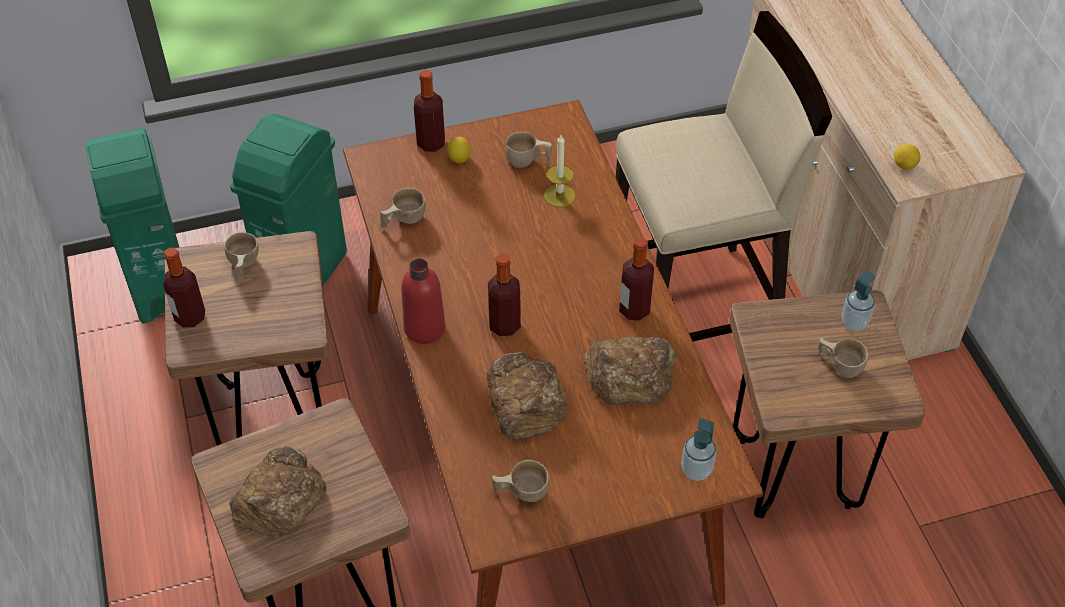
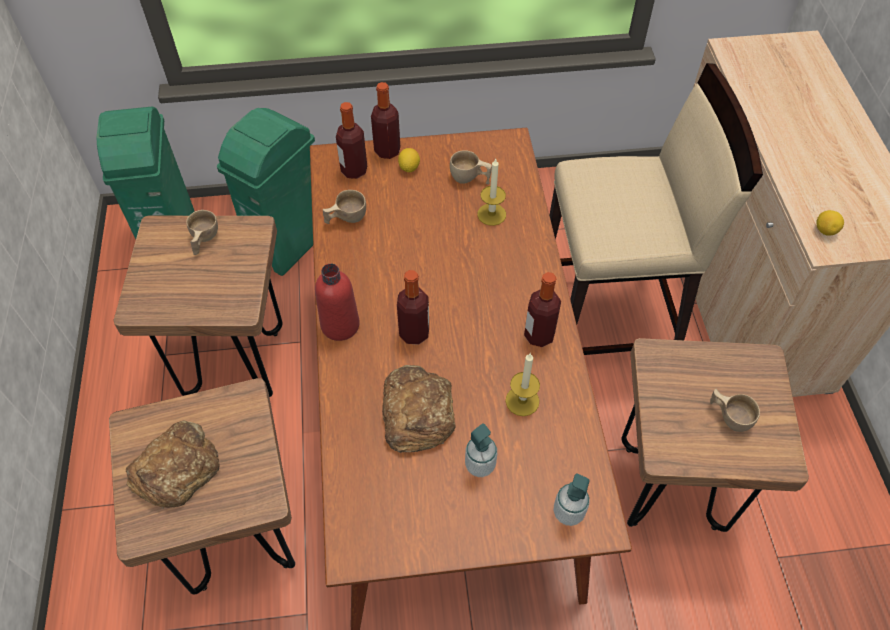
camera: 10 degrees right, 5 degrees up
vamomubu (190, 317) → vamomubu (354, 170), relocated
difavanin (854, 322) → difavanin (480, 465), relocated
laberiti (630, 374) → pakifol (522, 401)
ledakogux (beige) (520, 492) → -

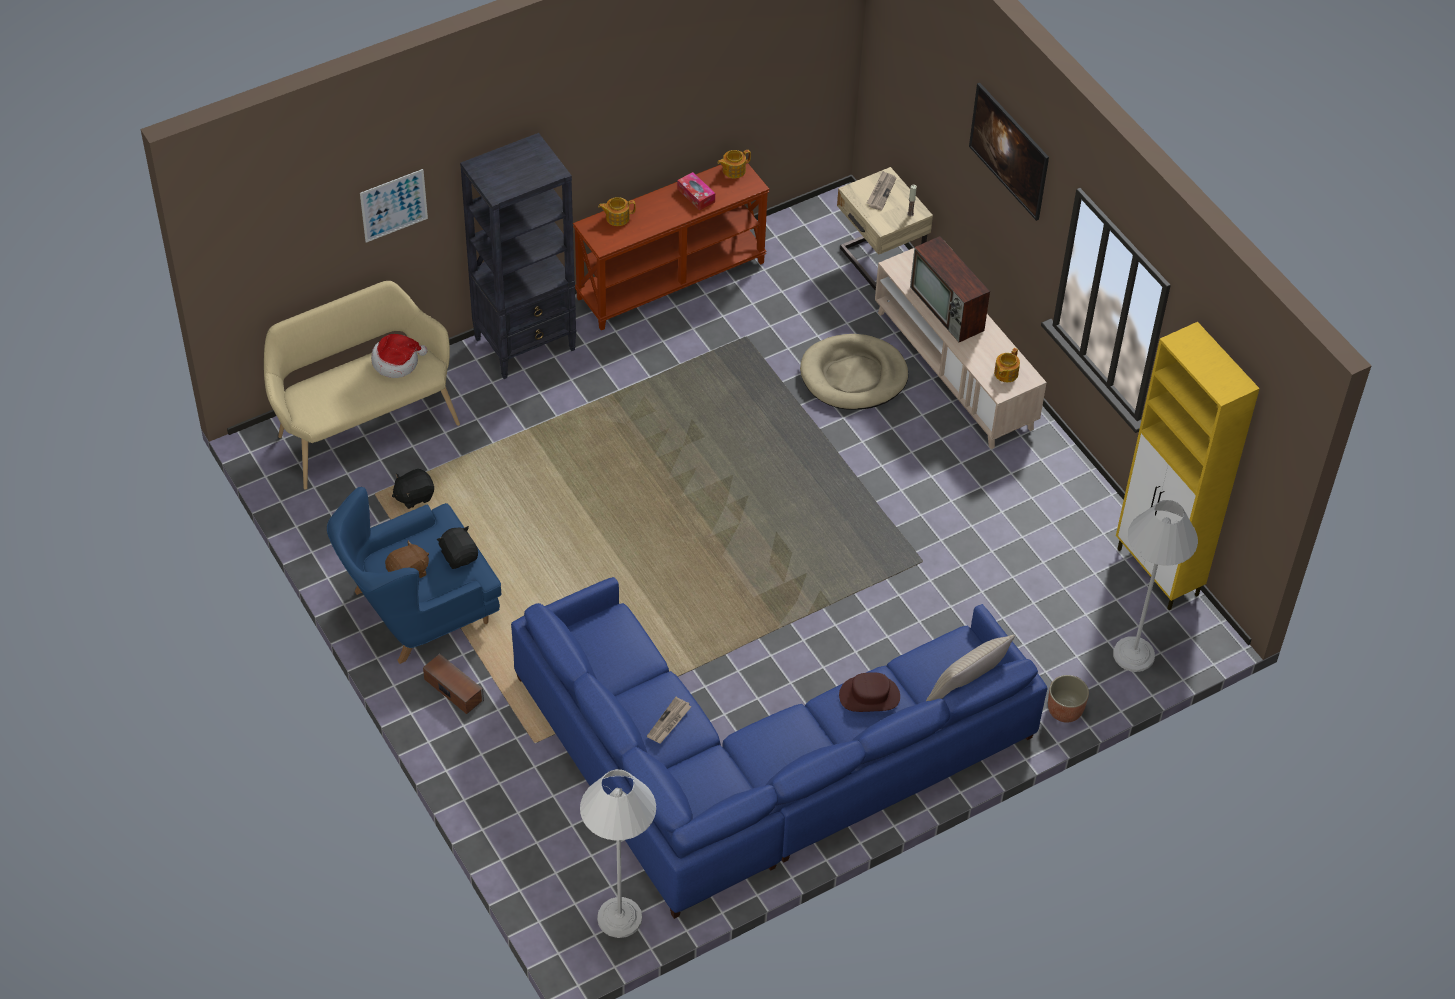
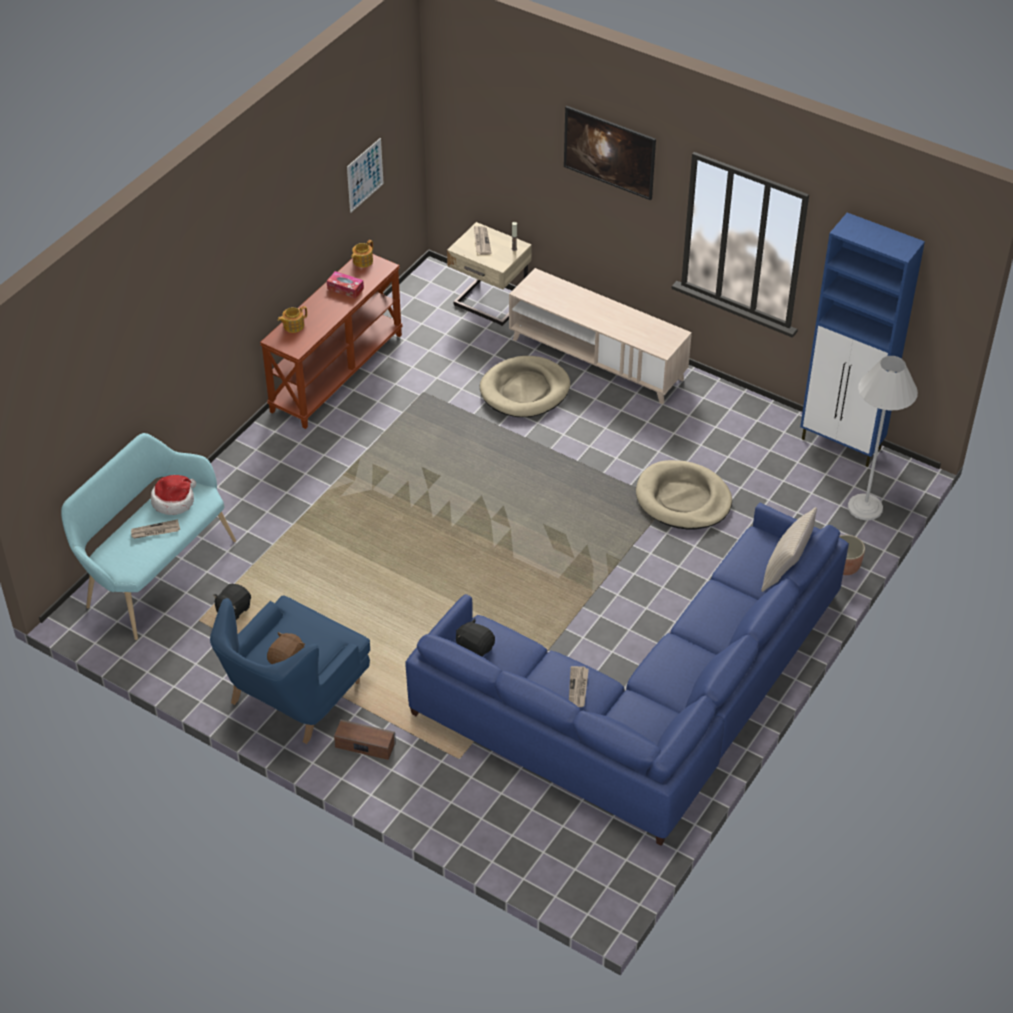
camera: 25 degrees left, 5 degrees down
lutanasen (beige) (363, 426) → lutanasen (turquoise) (155, 572)
- → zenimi (155, 531)
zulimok (394, 205) → zulimok (365, 175), relocated
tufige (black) (459, 556) → tufige (black) (475, 648), relocated
- → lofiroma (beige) (683, 499)
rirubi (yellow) (1158, 573) → rirubi (blue) (842, 444)
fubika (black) (526, 344) → -
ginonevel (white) (619, 918) → -
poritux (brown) (869, 696) → -
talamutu (948, 309) → -
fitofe (1005, 373) → -

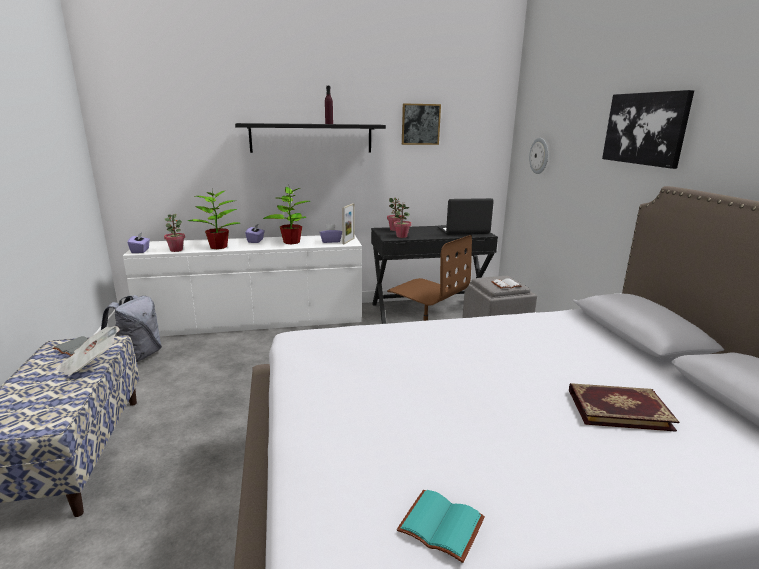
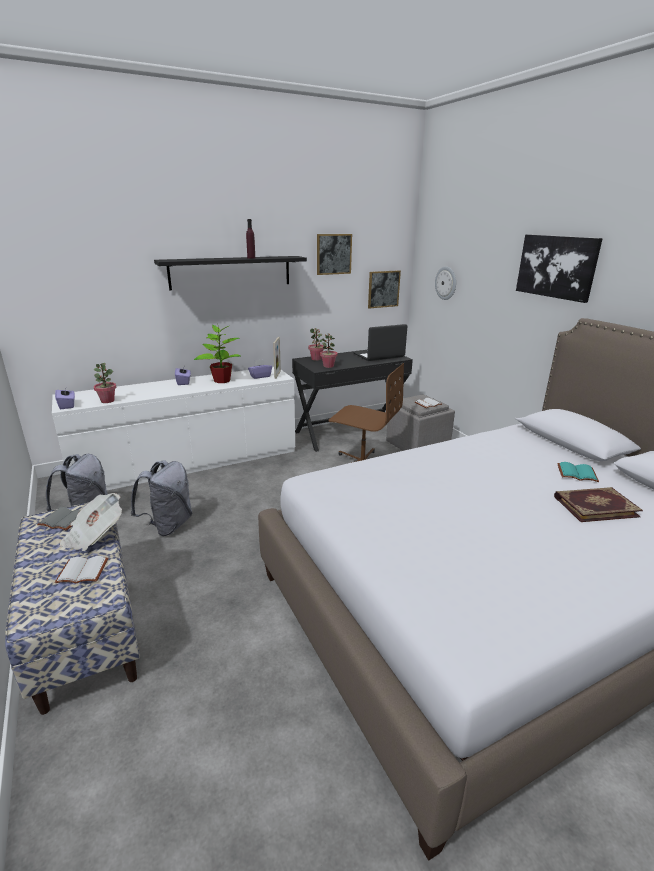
camera: 15 degrees left, 5 degrees up
- → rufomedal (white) (84, 570)
- → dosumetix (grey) (168, 525)
- → zulimok (383, 289)
rufomedal (turquoise) (443, 524) → rufomedal (turquoise) (577, 473), relocated
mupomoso (219, 247) → -

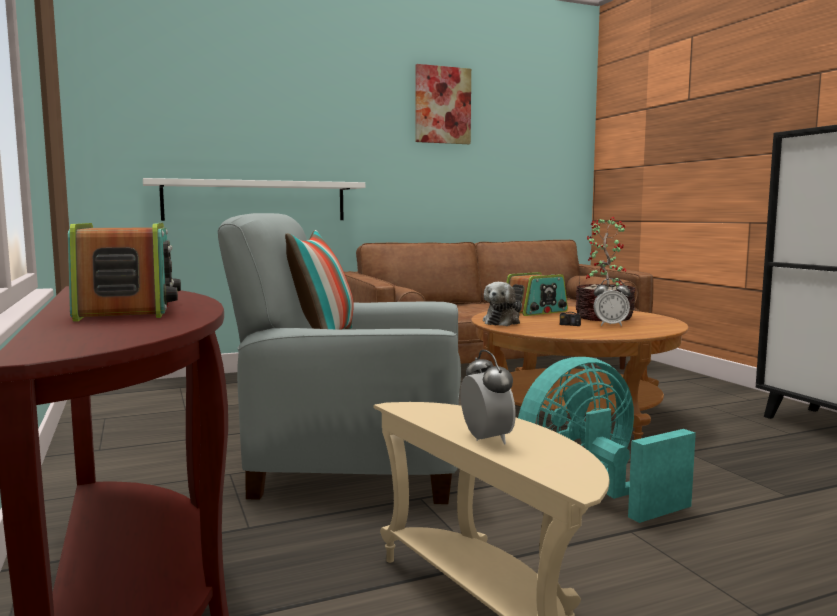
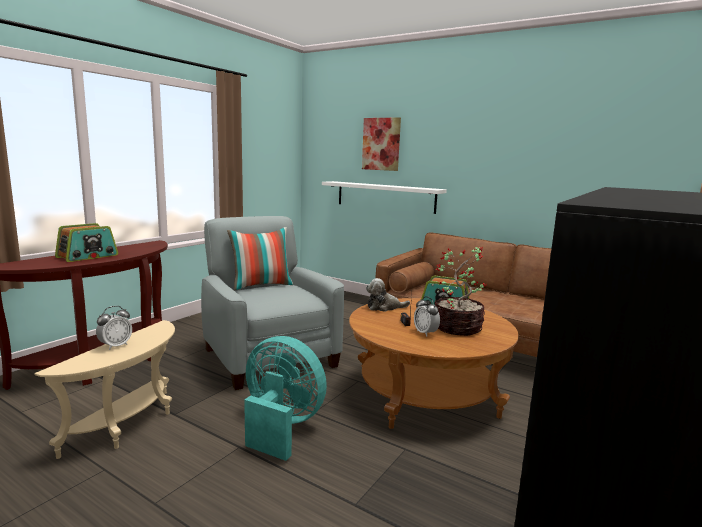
camera: 55 degrees right, 5 degrees up
zulimok (442, 105) → zulimok (381, 144), relocated

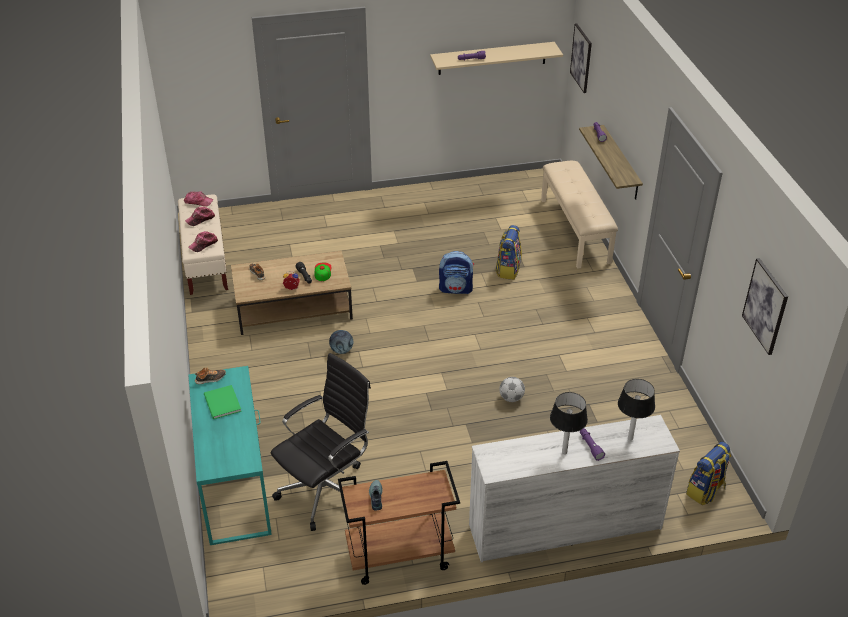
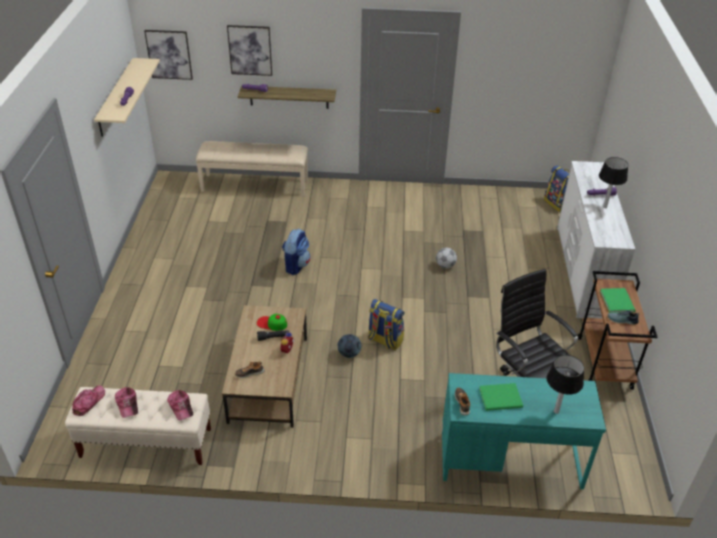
camera: 75 degrees left, 0 degrees up
zulimok (765, 306) → zulimok (250, 50), relocated
dosumetix (508, 269) → dosumetix (384, 340), relocated
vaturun (630, 438) → vaturun (556, 411), relocated
- → rufomedal (green) (617, 300)

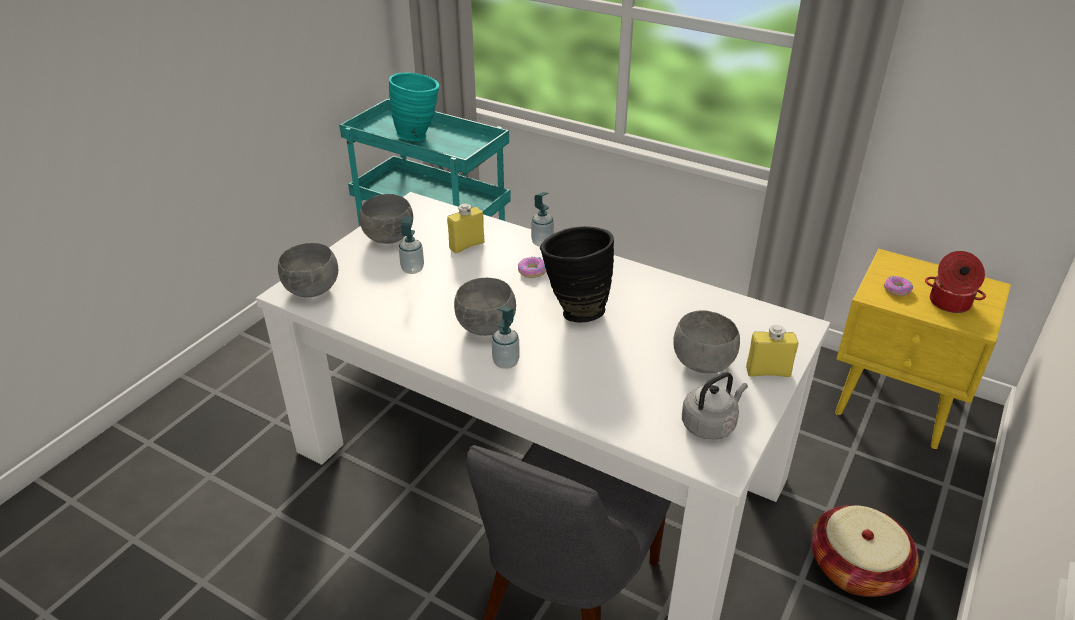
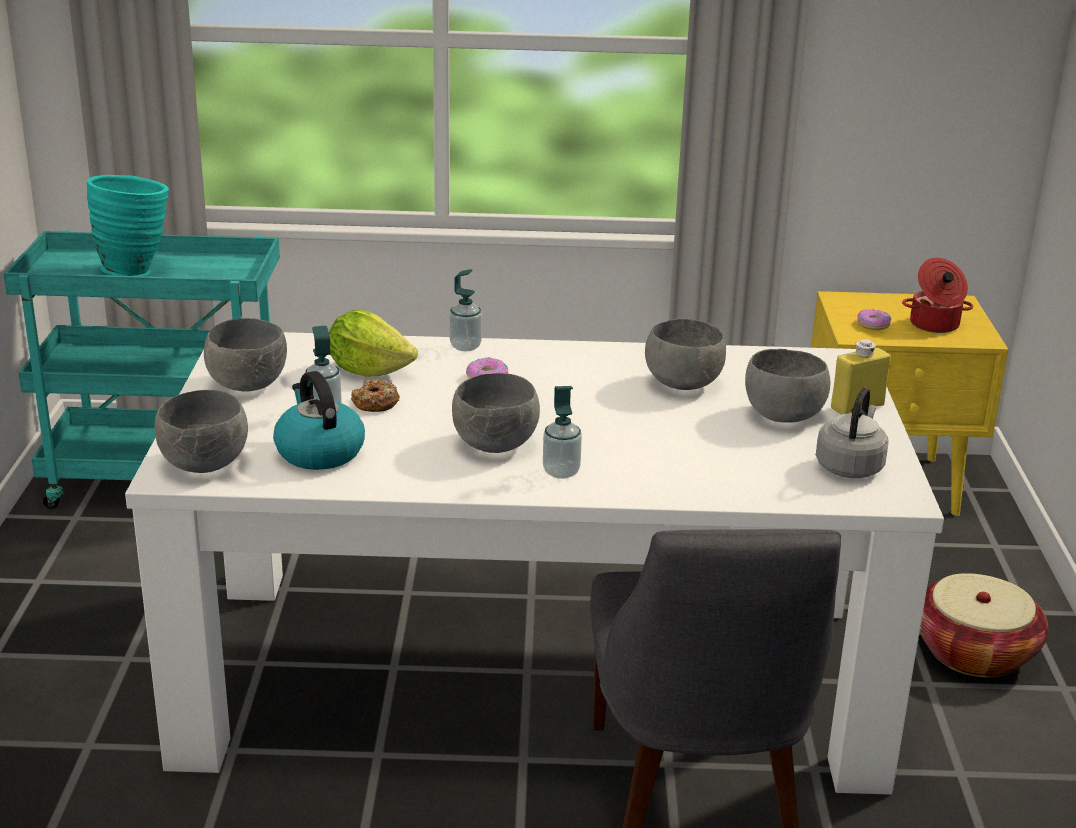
camera: 30 degrees left, 10 degrees down
- → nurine (318, 452)
vamomubu (yellow) (467, 245) → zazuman (369, 370)
- → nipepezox (375, 403)
- → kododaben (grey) (682, 383)
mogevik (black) (574, 310) → -

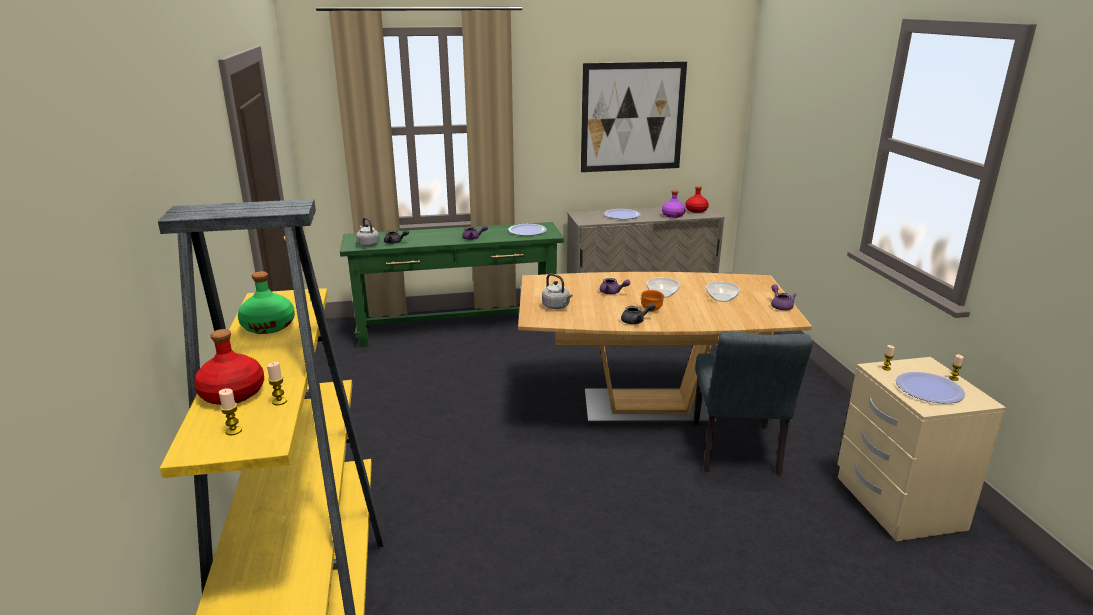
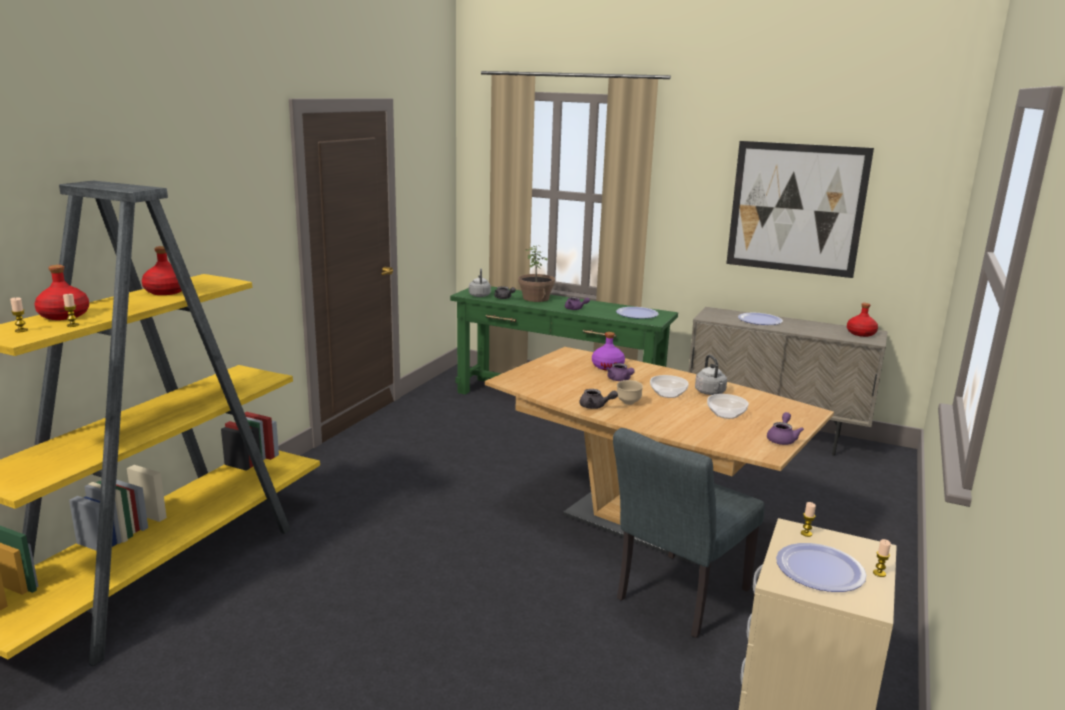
camera: 35 degrees right, 5 degrees down
vamomubu (green) (268, 326) → vamomubu (red) (166, 291)
- → mupomoso (536, 298)
vamomubu (purple) (673, 215) → vamomubu (purple) (607, 366), relocated
kododaben (orange) (651, 310) → kododaben (beige) (628, 403)
nurine (grey) (557, 306) → nurine (grey) (710, 393), relocated

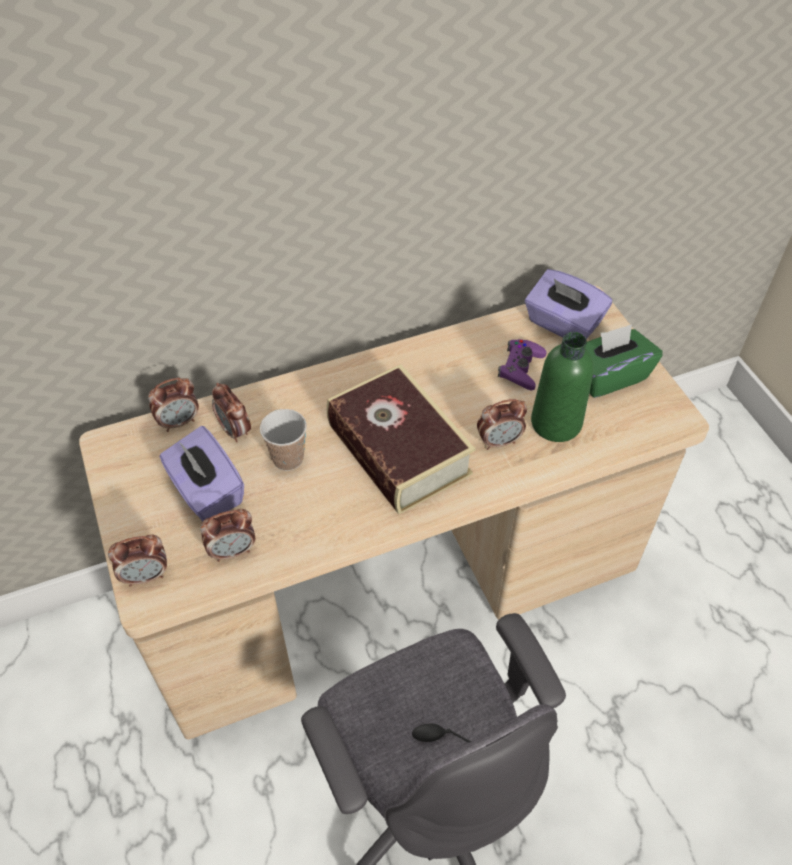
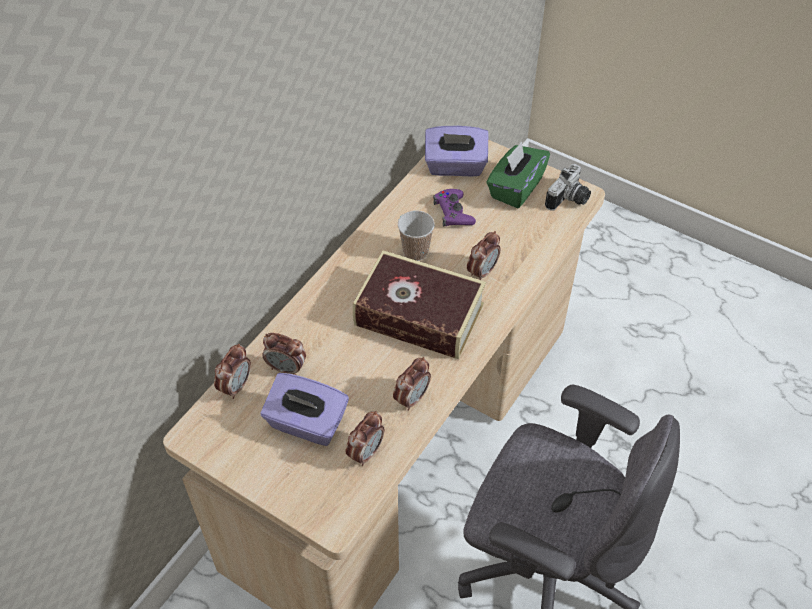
camera: 35 degrees left, 0 degrees up
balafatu (146, 576) → balafatu (412, 398), relocated
ledakogux (288, 459) → ledakogux (415, 252), relocated
- → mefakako (569, 200)
vamomubu (green) (556, 423) → -

